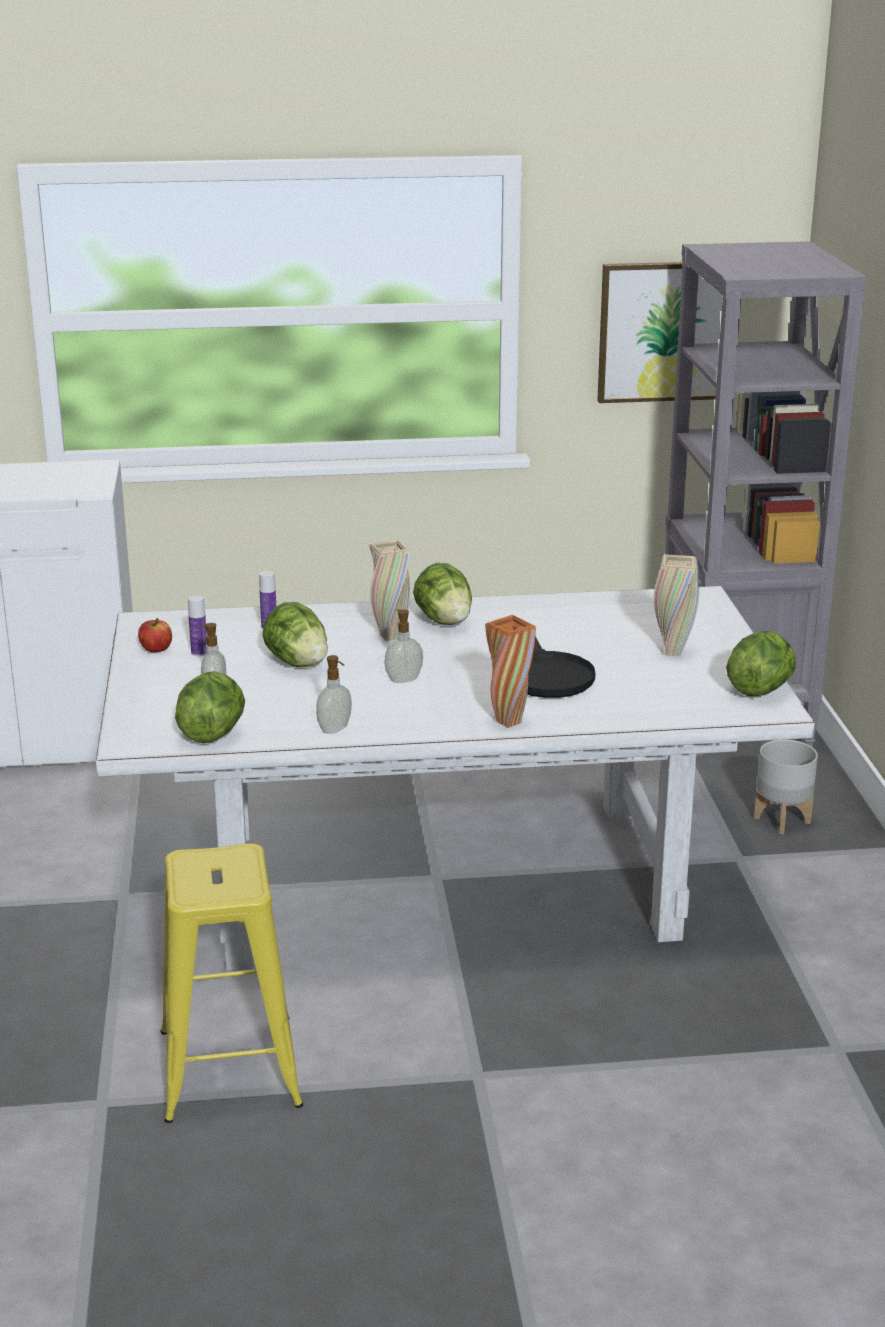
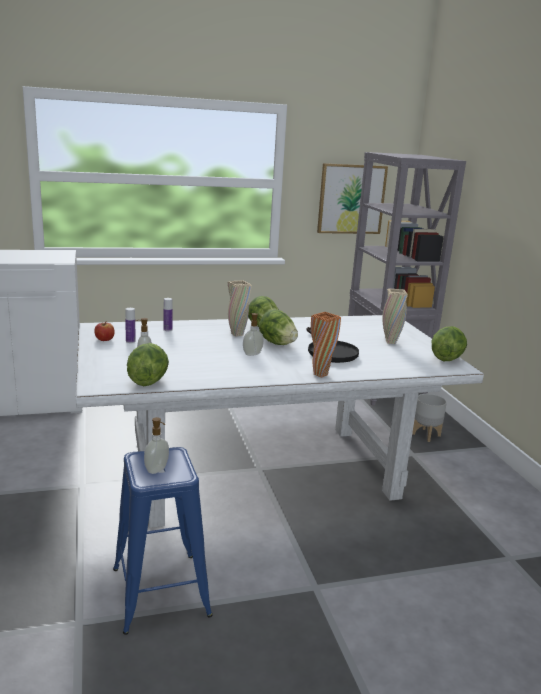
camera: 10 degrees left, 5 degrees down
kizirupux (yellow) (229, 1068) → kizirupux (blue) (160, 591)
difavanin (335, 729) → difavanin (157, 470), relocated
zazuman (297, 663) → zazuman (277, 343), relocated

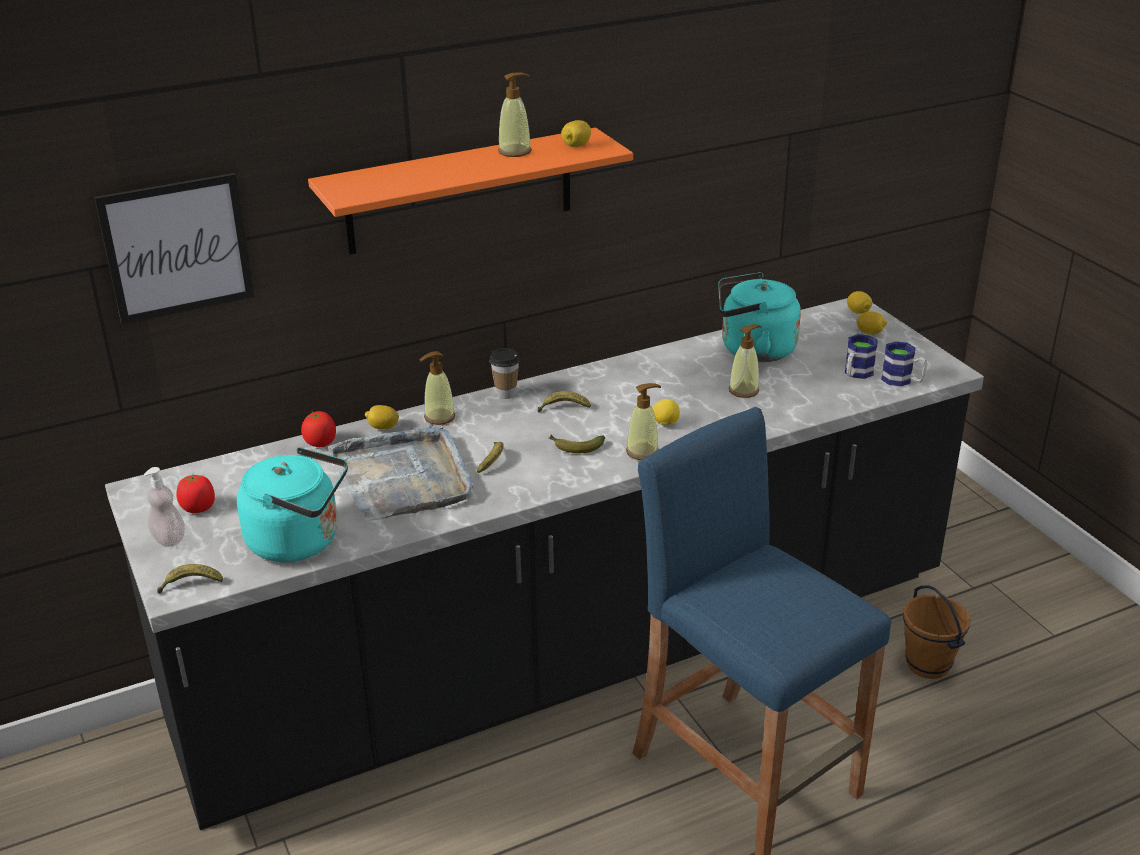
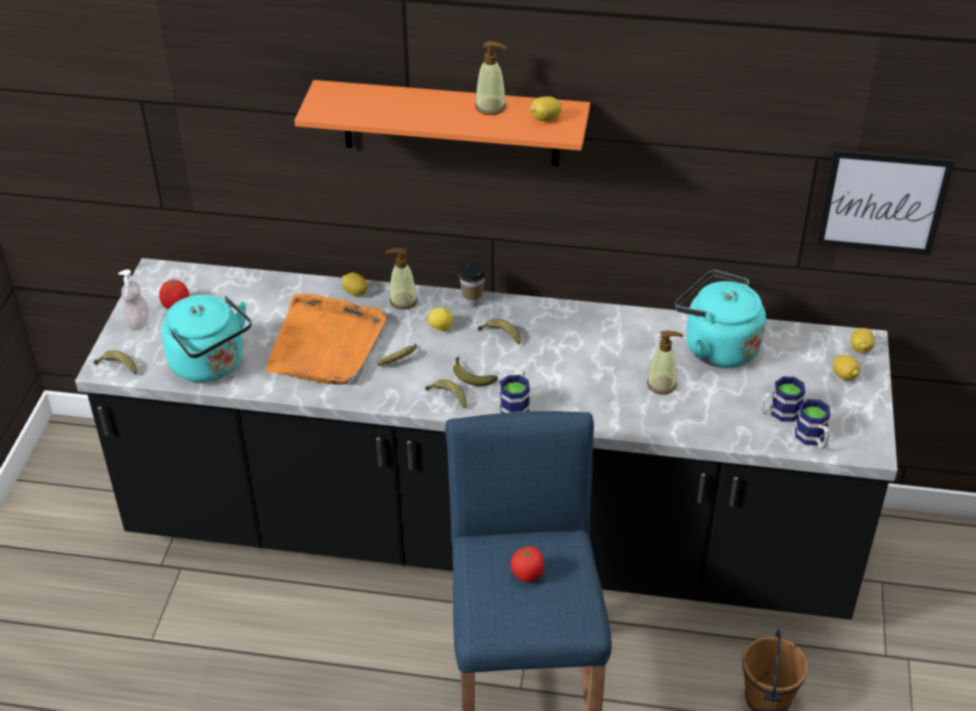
camera: 35 degrees right, 10 degrees up
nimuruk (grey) (403, 477) → nimuruk (orange) (326, 344)
- → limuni (448, 396)
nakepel (665, 424) → nakepel (440, 328), relocated
difavanin (642, 452) → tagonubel (516, 405)
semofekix (320, 443) → semofekix (527, 574), relocated
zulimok (177, 248) → zulimok (883, 202), relocated

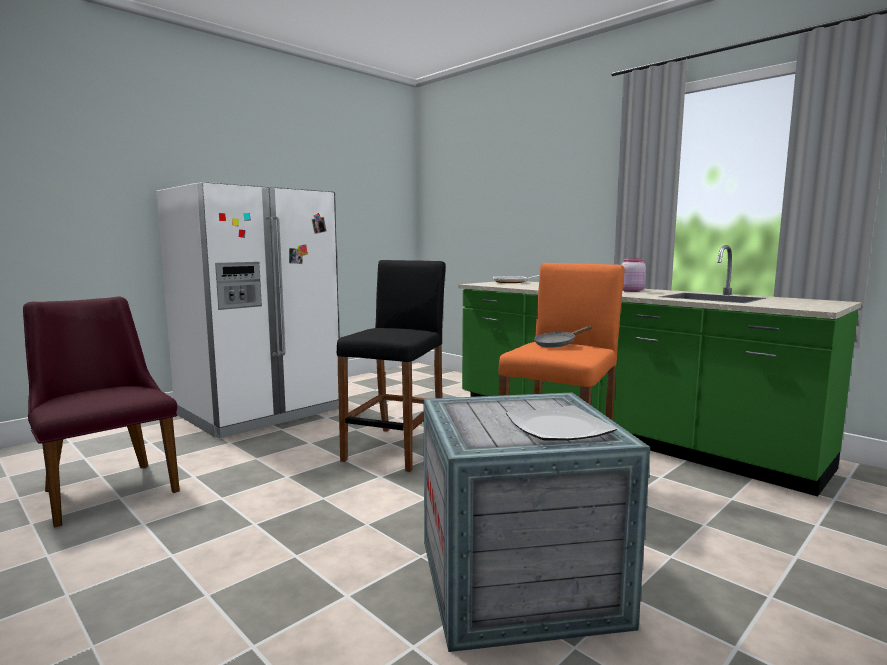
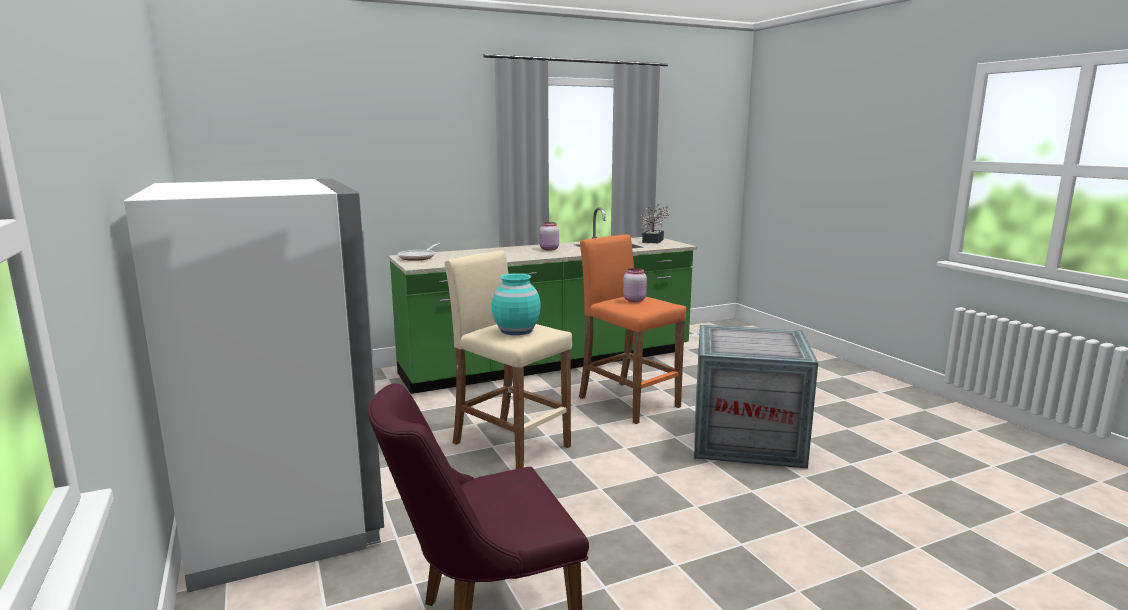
camera: 70 degrees left, 5 degrees up
kizirupux (black) (396, 448) → kizirupux (beige) (510, 444)
- → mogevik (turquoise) (517, 330)
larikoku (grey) (558, 345) → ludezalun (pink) (633, 300)
- → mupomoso (654, 240)
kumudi (558, 428) → -

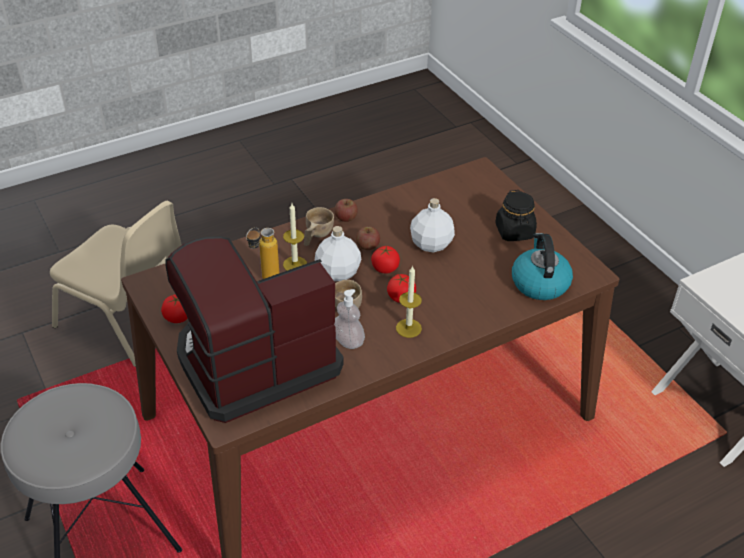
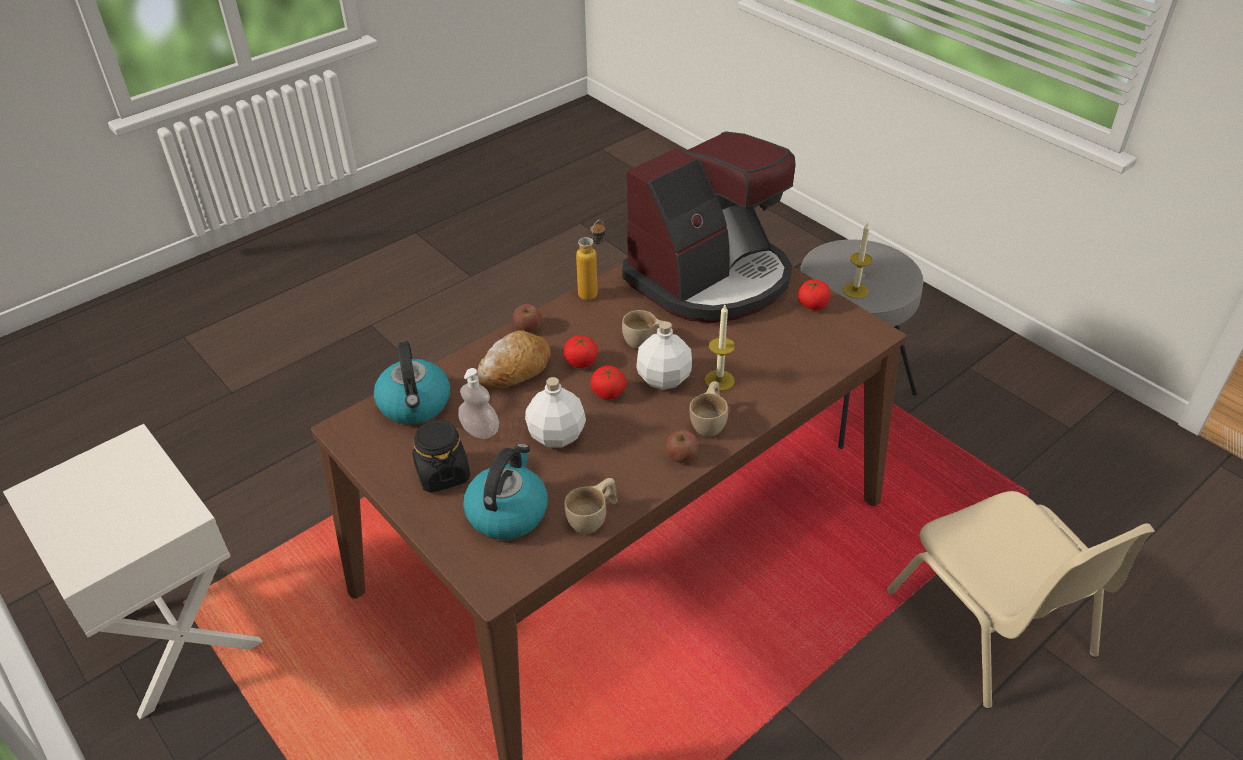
camera: 170 degrees right, 0 degrees up
difavanin (348, 341) → difavanin (480, 430), relocated
- → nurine (507, 512)
- → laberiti (514, 370)
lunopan (368, 246) → lunopan (528, 328), relocated
- → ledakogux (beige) (593, 518)
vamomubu (264, 280) → vamomubu (593, 291), relocated
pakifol (408, 328) → pakifol (855, 290), relocated
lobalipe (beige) (129, 318) → lobalipe (beige) (992, 625), 135 degrees counterclockwise

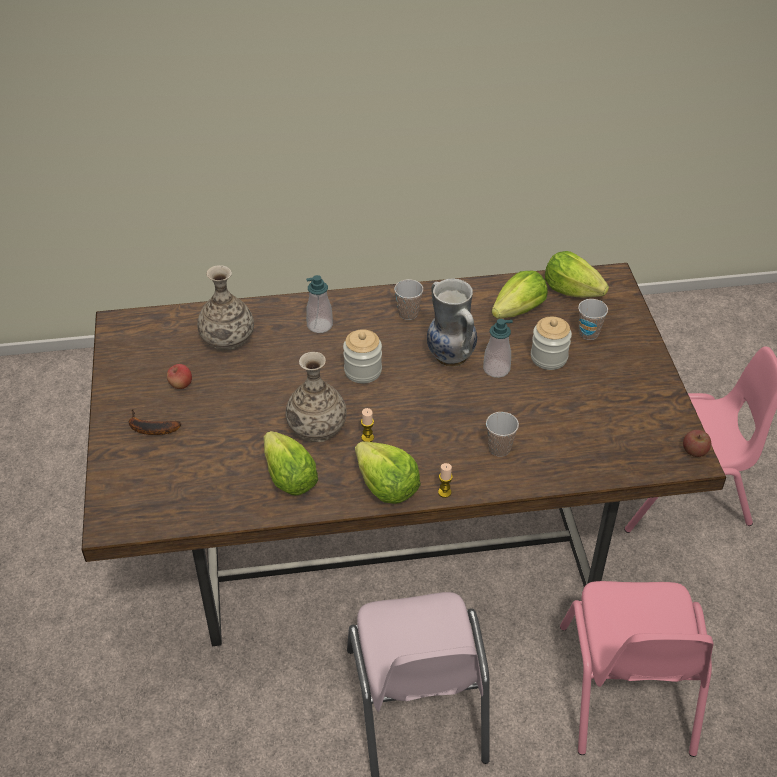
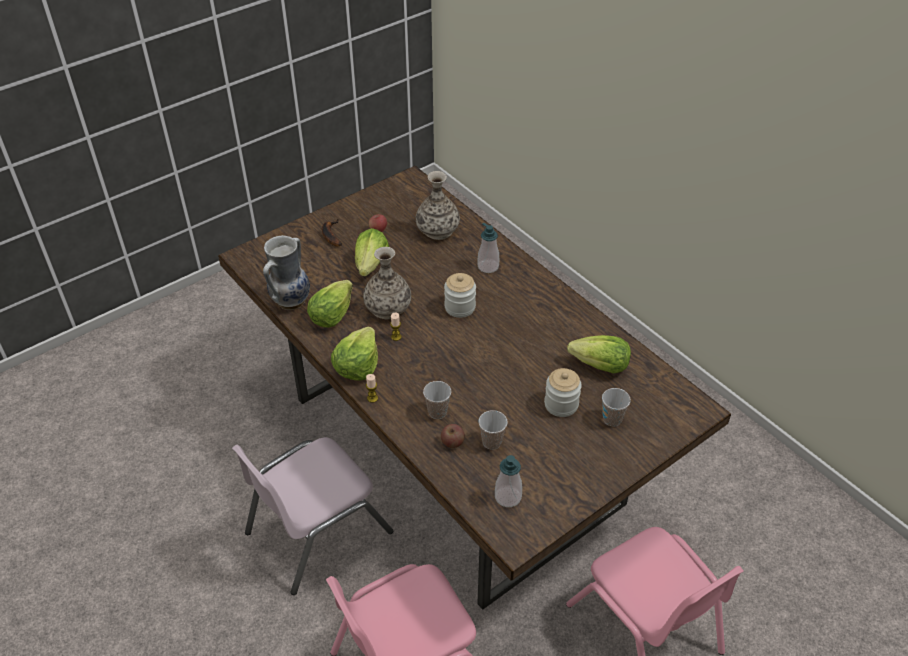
camera: 60 degrees right, 0 degrees up
mogevik (450, 356) → mogevik (290, 300), relocated
zazuman (572, 290) → zazuman (371, 264), relocated
lunopan (694, 451) → lunopan (452, 442), relocated
ledakogux (408, 314) → ledakogux (492, 442), relocated
difavanin (496, 369) → difavanin (508, 497), relocated

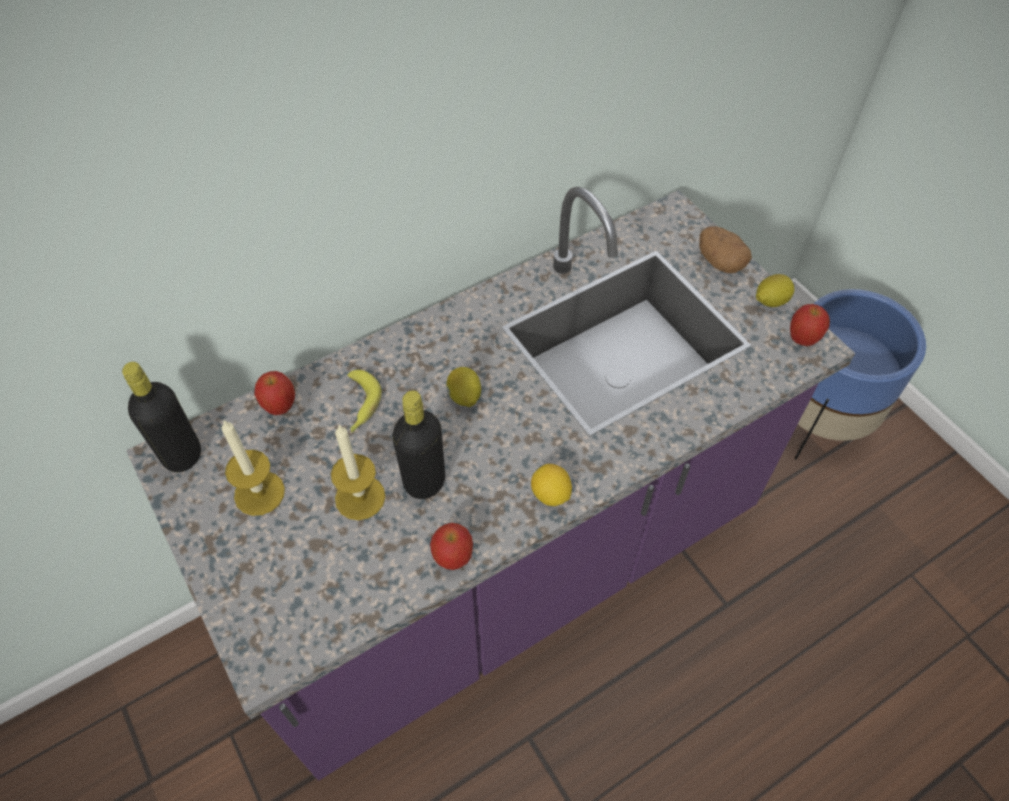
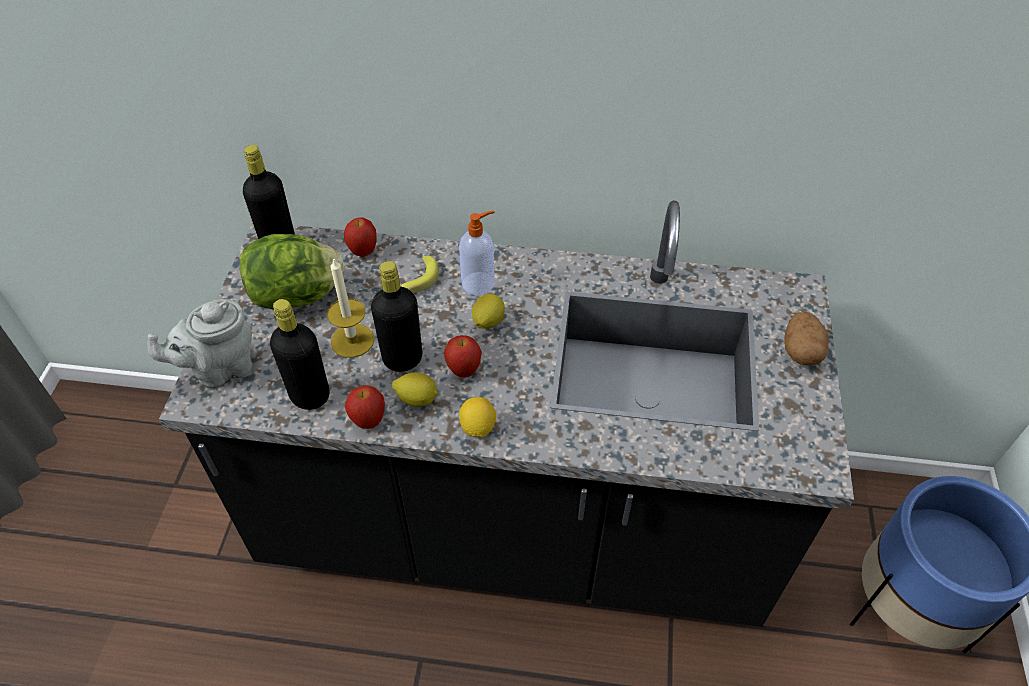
camera: 40 degrees right, 5 degrees down
- → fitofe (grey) (220, 369)
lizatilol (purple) (504, 568) → lizatilol (black) (514, 525)
pakifol (259, 493) → zazuman (297, 296)
- → vamomubu (black) (310, 396)
nakepel (770, 301) → nakepel (417, 399), relocated
lunopan (802, 339) → lunopan (464, 370), relocated
- → difavanin (479, 283)

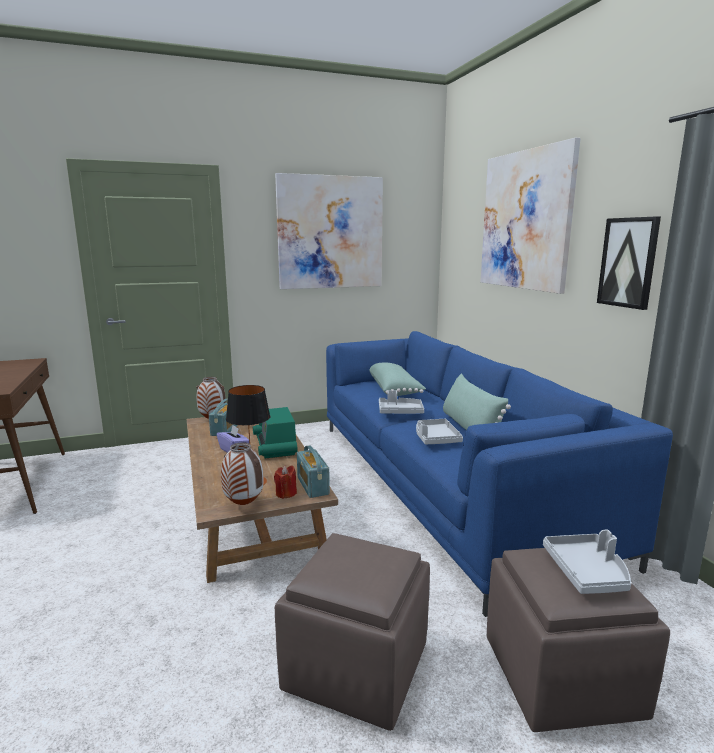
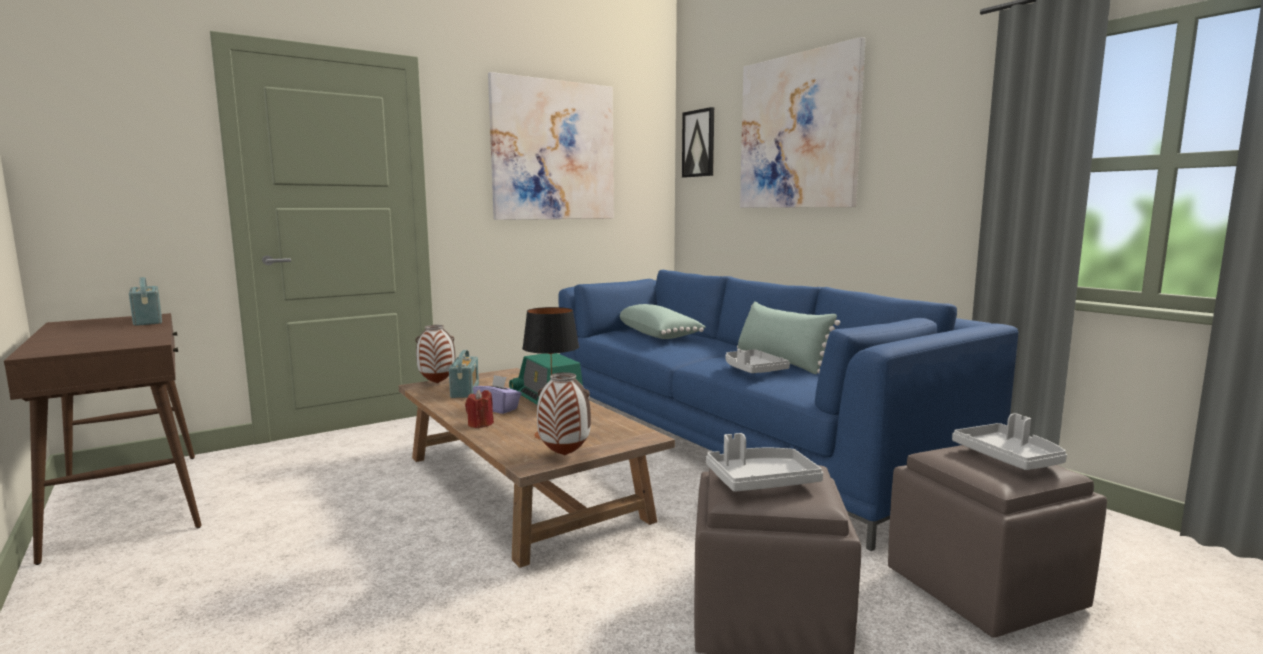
camera: 15 degrees left, 5 degrees down
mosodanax (312, 486) → mosodanax (147, 321), relocated
pakifol (red) (286, 493) → pakifol (red) (480, 424), relocated
zulimok (628, 262) → zulimok (699, 143), relocated
nimuruk (grey) (400, 412) → nimuruk (grey) (761, 481), relocated

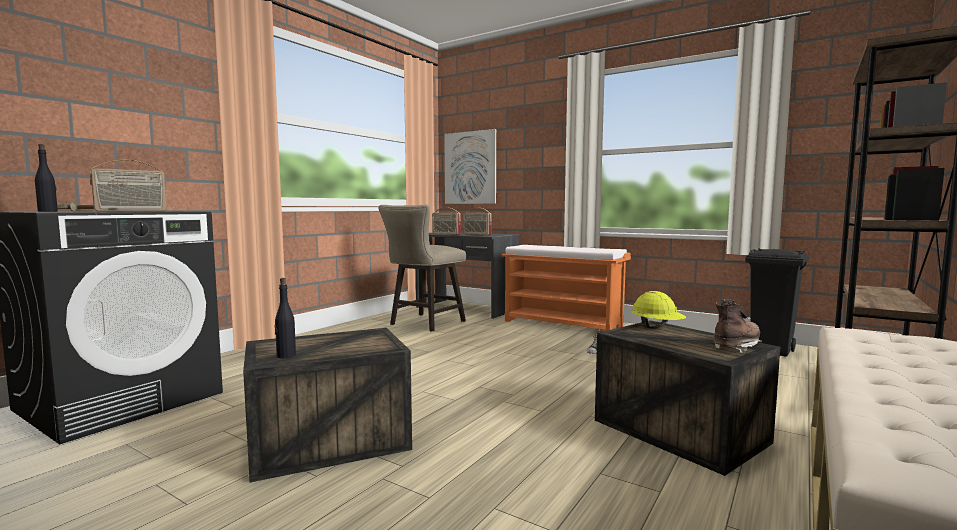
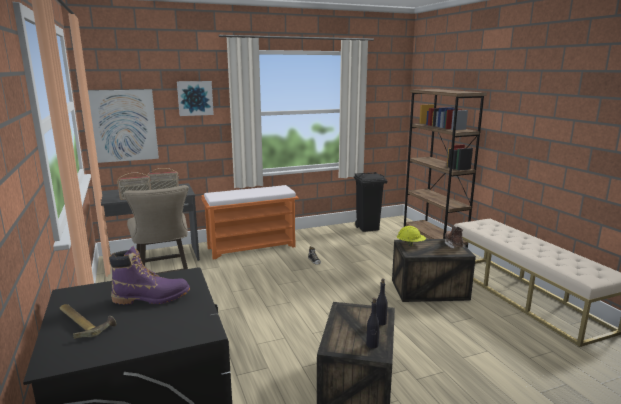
camera: 55 degrees left, 10 degrees up
mosodanax (131, 211) → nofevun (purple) (151, 298)
- → zulimok (195, 98)
vamomubu (black) (48, 211) → vamomubu (black) (380, 322), relocated

